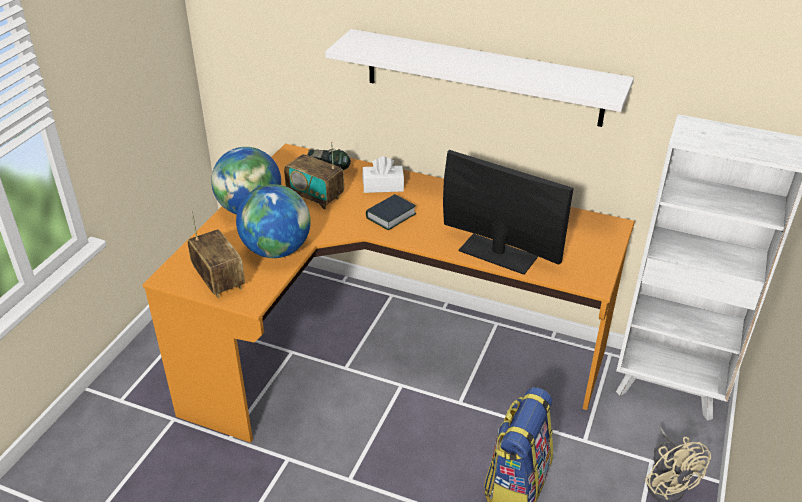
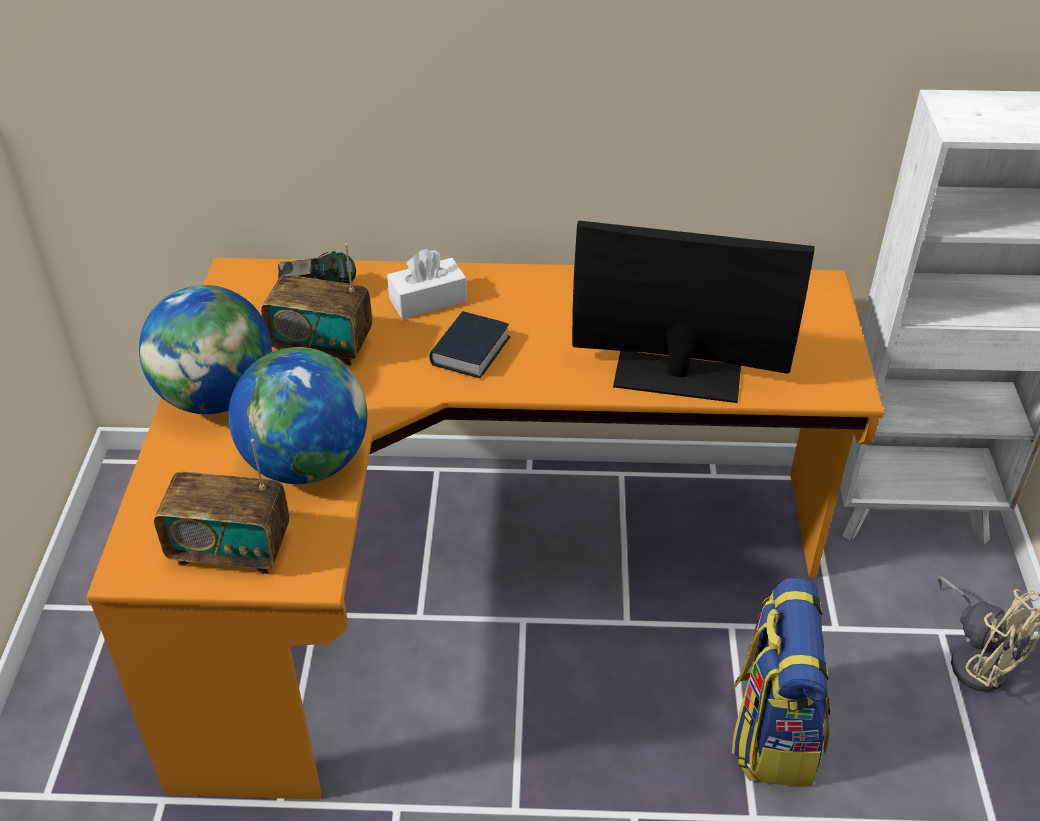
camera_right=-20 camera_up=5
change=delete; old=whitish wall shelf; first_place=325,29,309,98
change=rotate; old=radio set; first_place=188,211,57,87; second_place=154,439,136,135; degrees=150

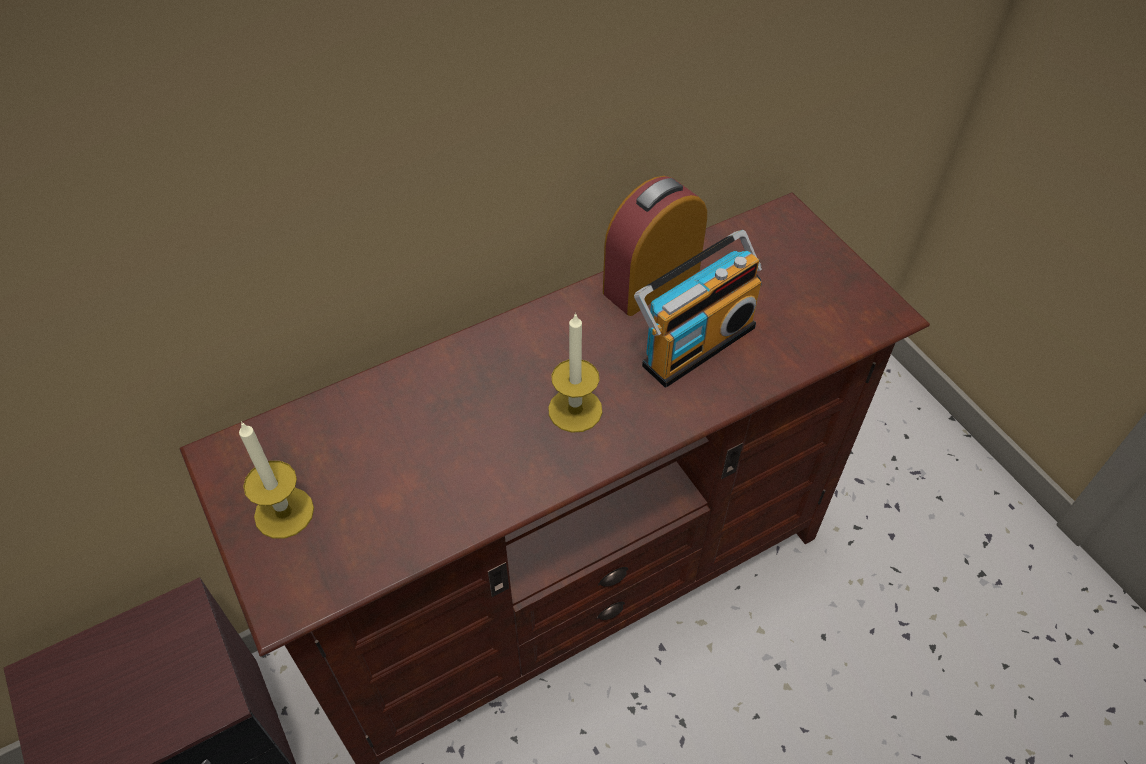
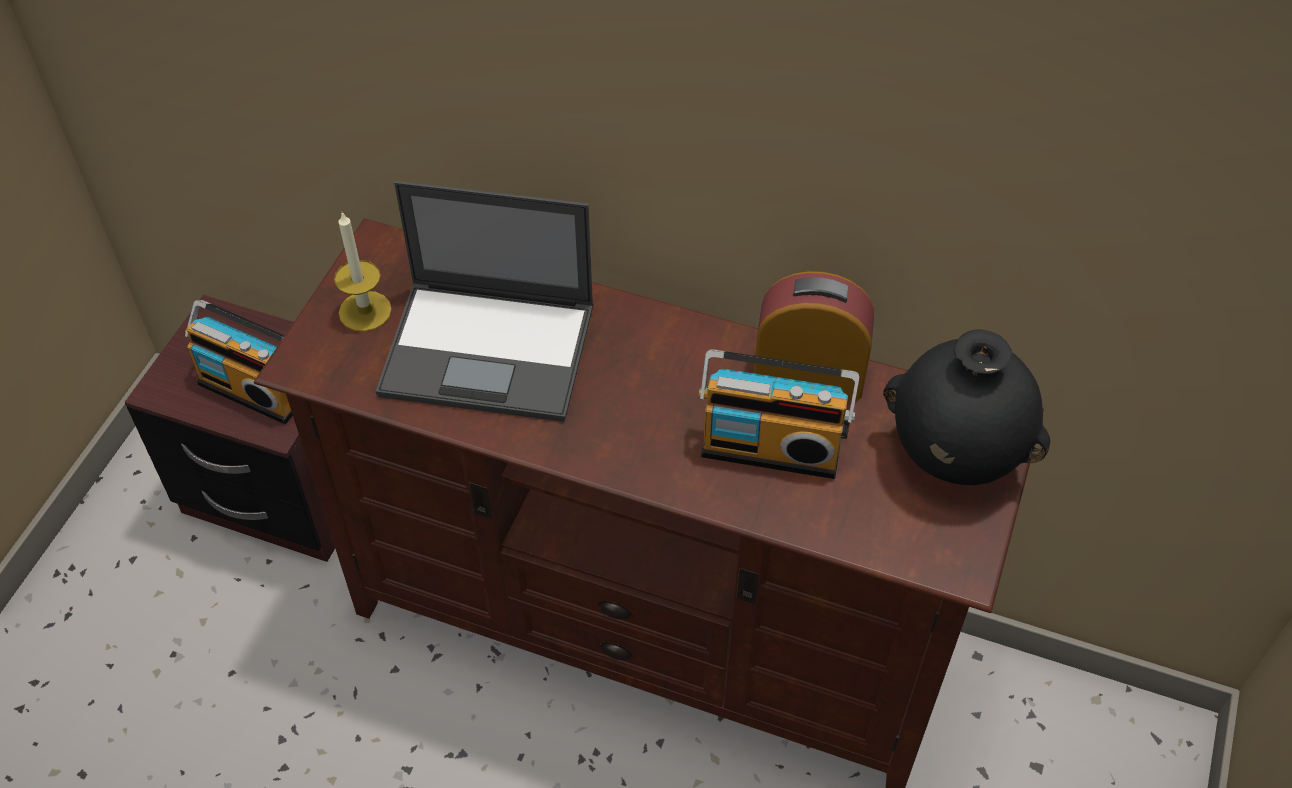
camera_right=50 camera_up=0
change=delete; old=wax light; first_place=548,313,54,120
change=insert; new=radio set; second_place=185,300,108,124
change=insert; new=laptop; second_place=376,181,218,241
change=insert; new=black vase; second_place=883,329,167,156

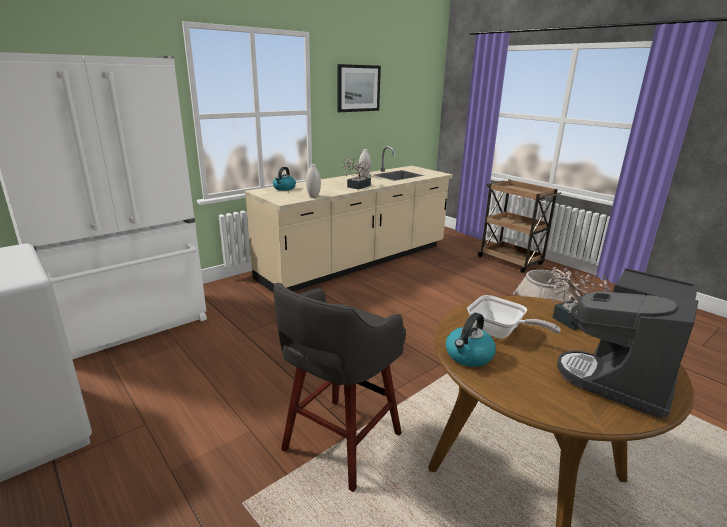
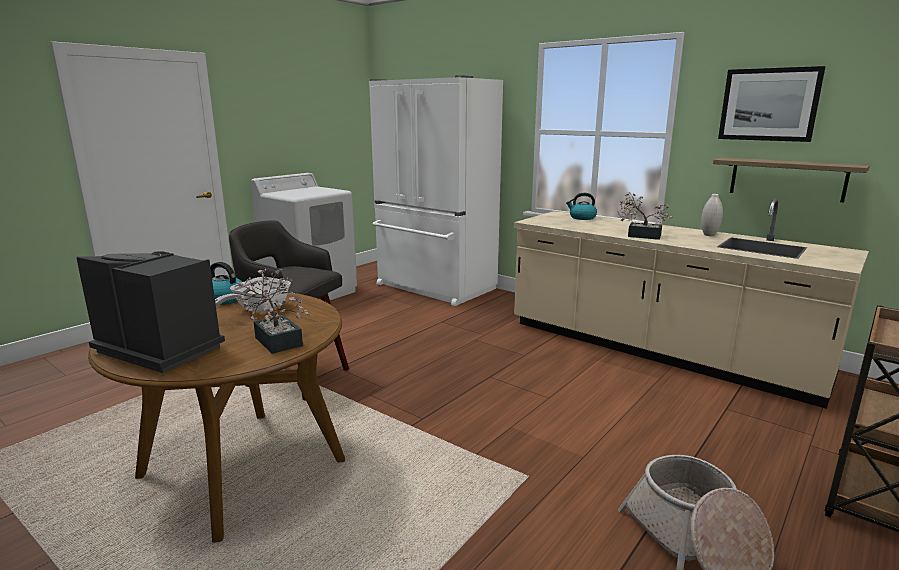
camera_right=80 camera_up=-5
change=delete; old=whitish vase; first_place=306,164,15,34
change=insert; new=wall shelf; second_place=713,158,157,44

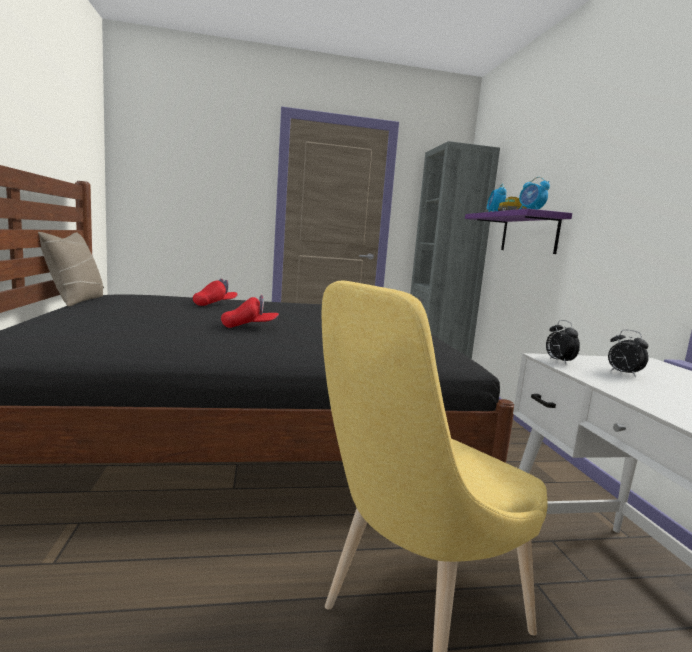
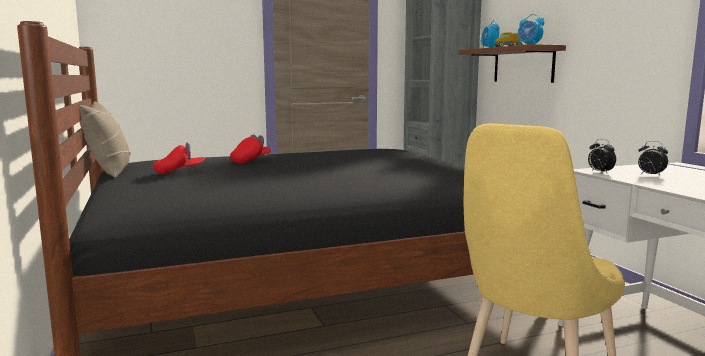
camera_right=-10 camera_up=0
change=move; old=red-coloured baseball cap; first_place=221,295,58,33; second_place=153,143,52,31
change=recolor; old=purple-coloured wall shelf; new=brown-coloured wall shelf; first_place=465,209,107,45; second_place=459,44,107,39

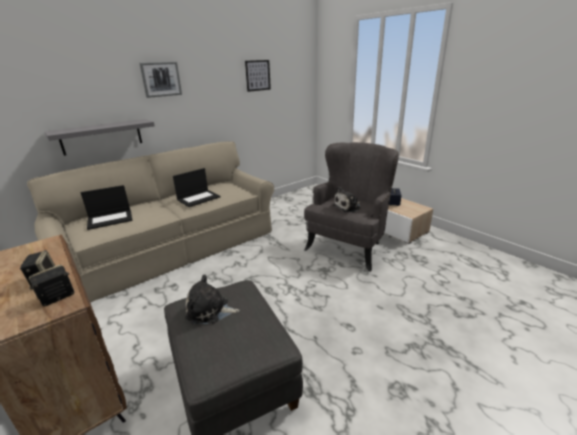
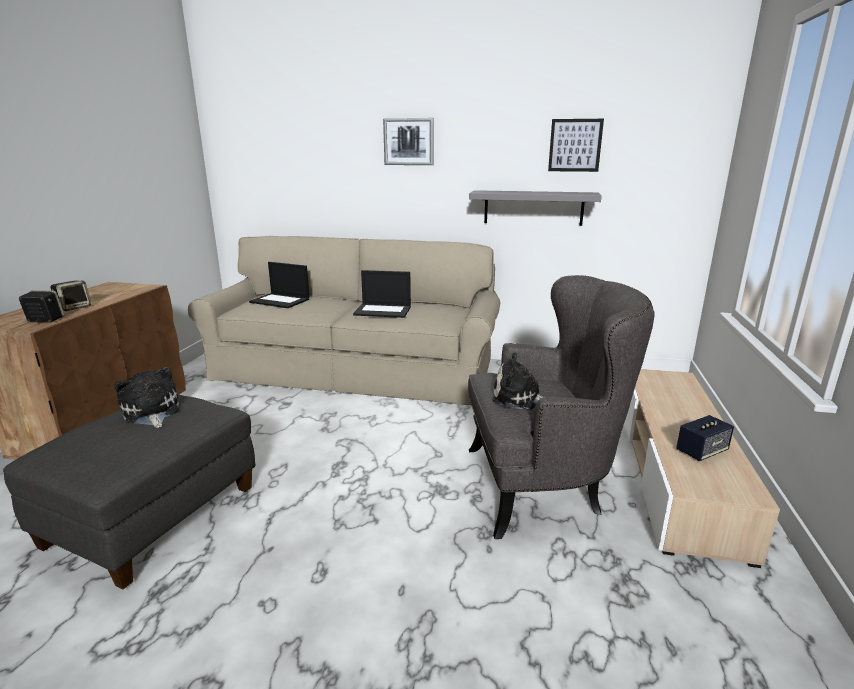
camera_right=50 camera_up=-5
change=move; old=gray wall shelf; first_place=44,119,111,37; second_place=469,190,133,36

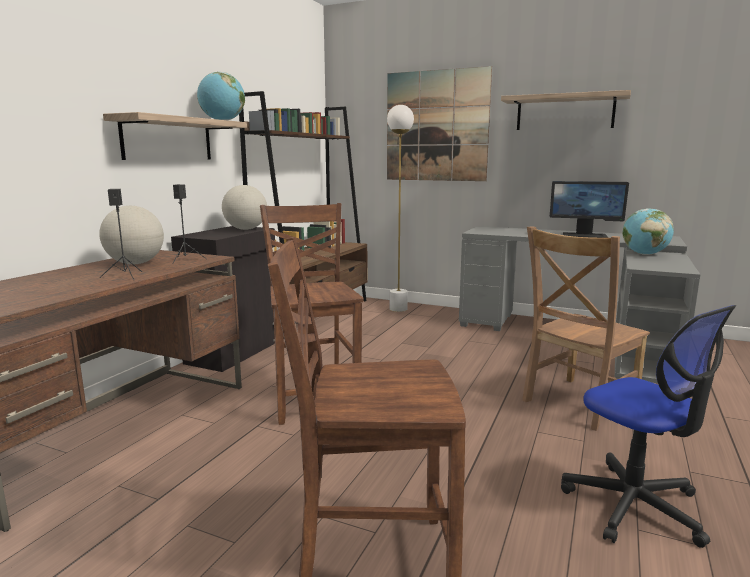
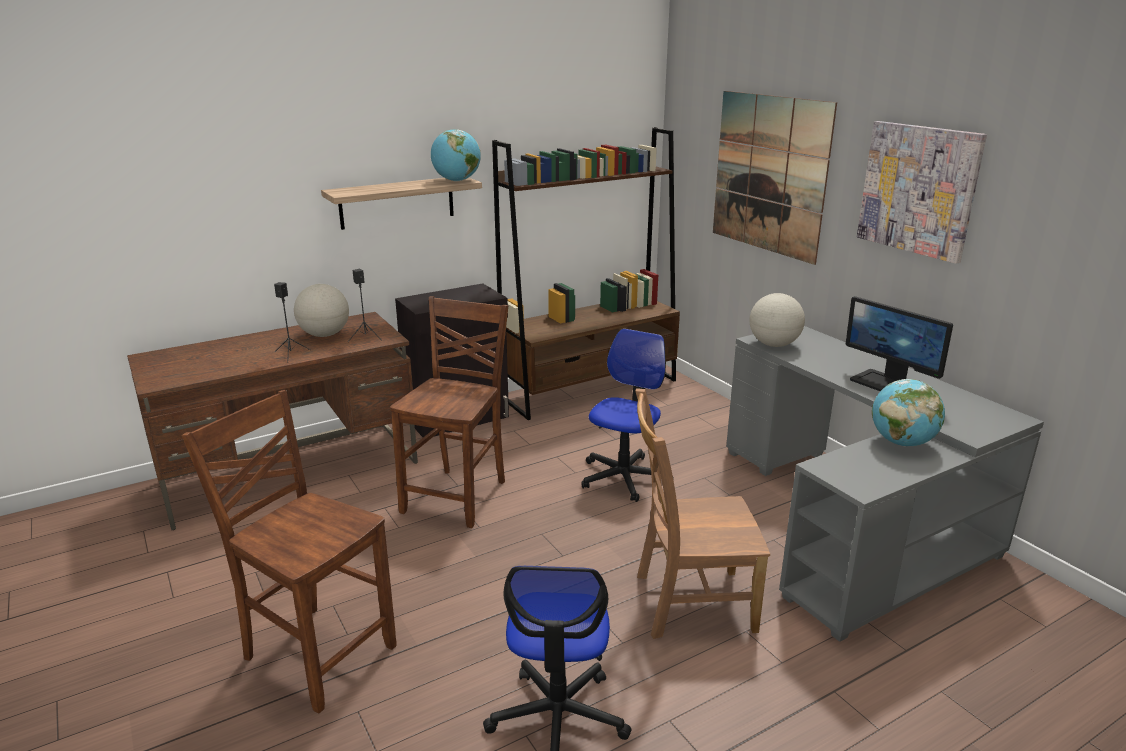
camera_right=35 camera_up=10
change=delete; old=whitish standard lamp; first_place=387,105,27,207
change=insert; new=desk chair; second_place=581,329,93,173
change=move; old=world globe; first_place=222,185,45,45; second_place=750,293,55,54
change=replace; old=wall shelf; new=wall picture; first_place=501,90,130,40; second_place=857,121,130,143

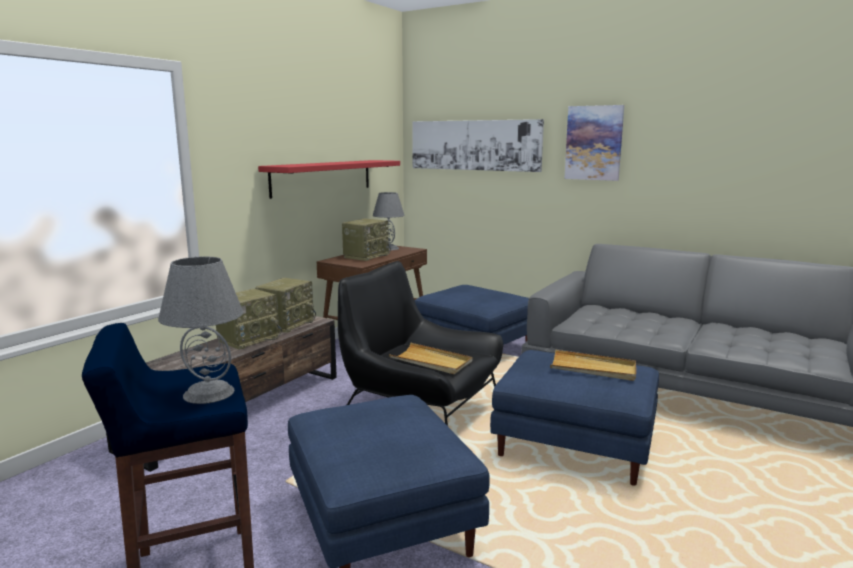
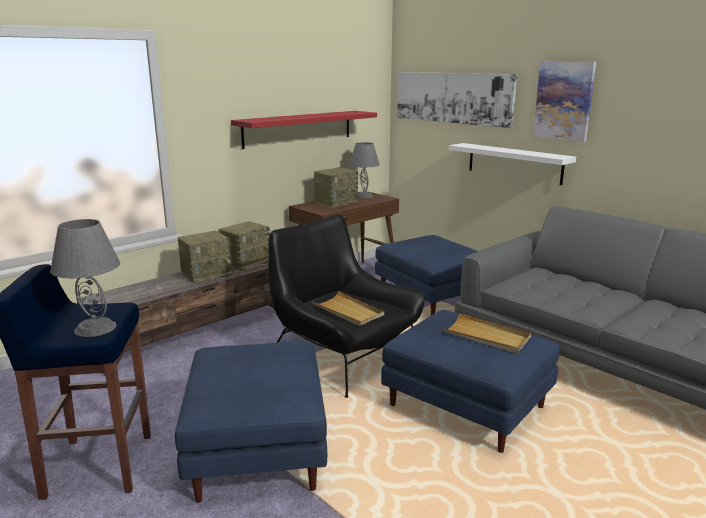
camera_right=15 camera_up=5
change=insert; new=whitish wall shelf; second_place=449,143,127,42

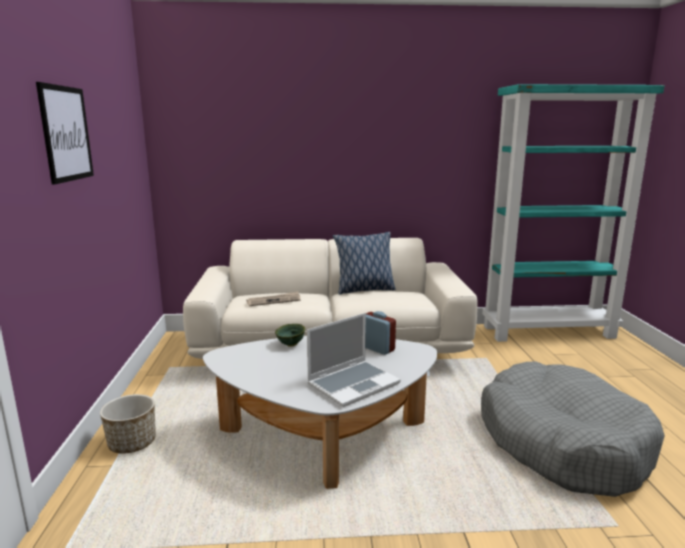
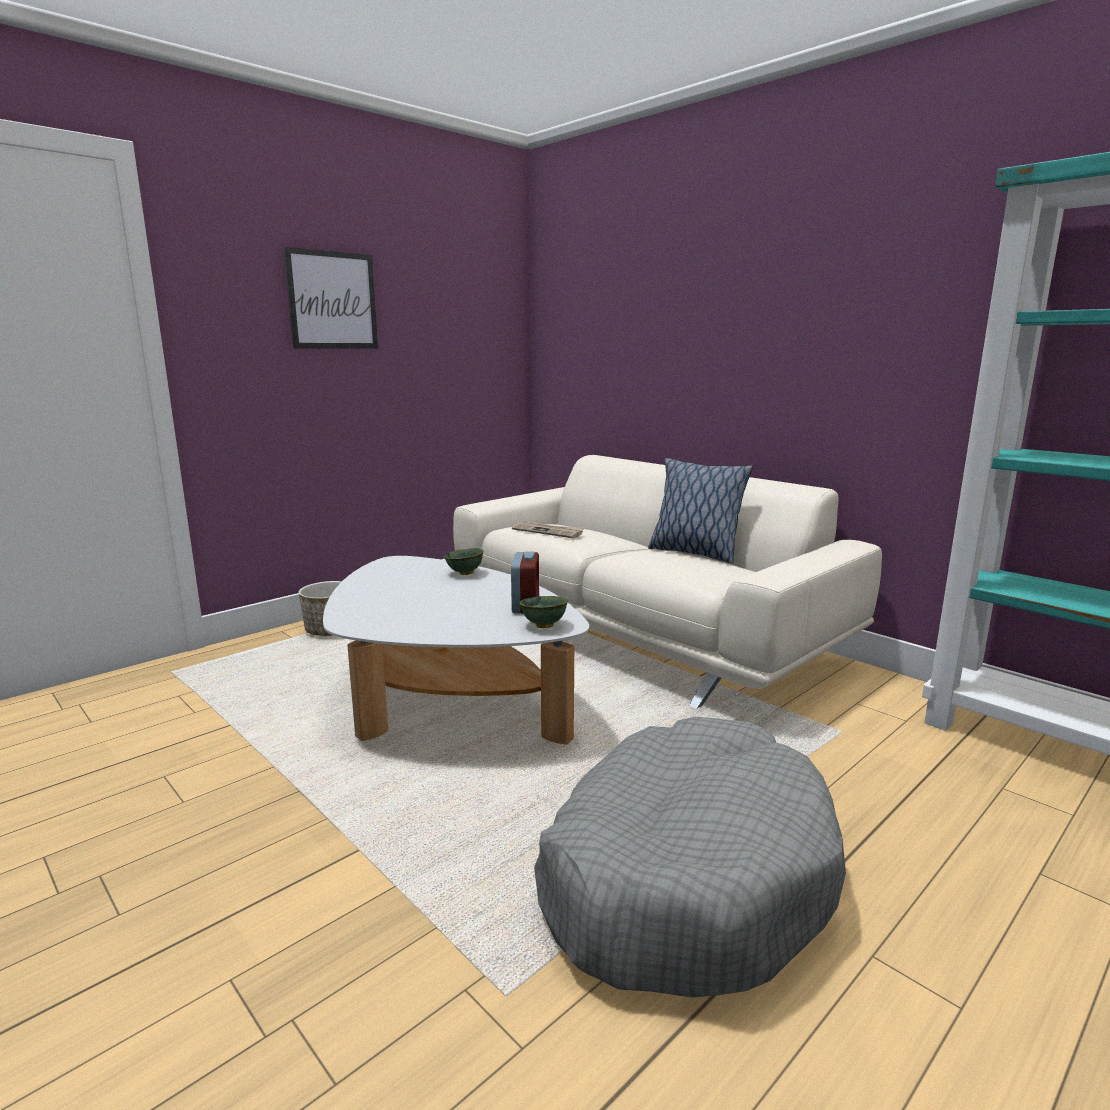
camera_right=50 camera_up=0
change=delete; old=laptop; first_place=307,313,94,94
change=insert; new=green serving bowl; second_place=519,596,49,32

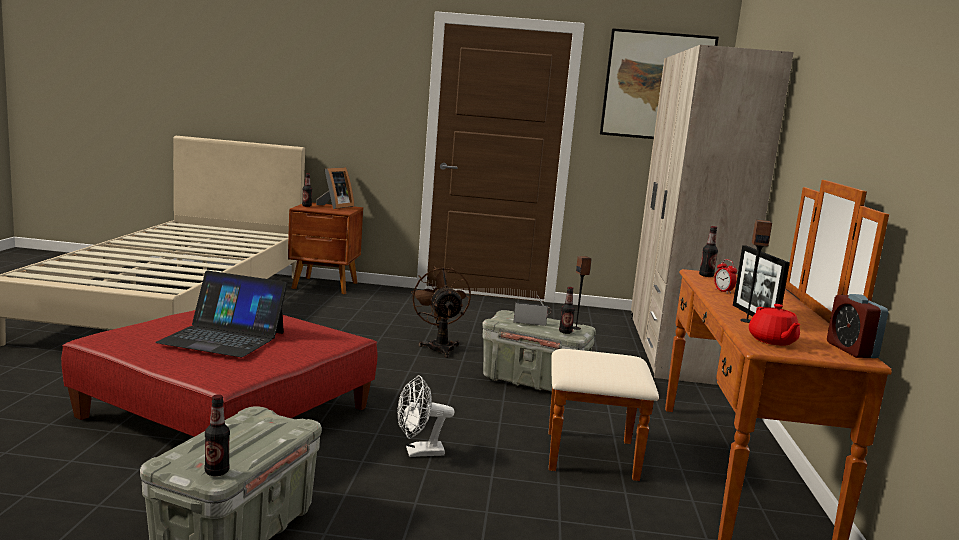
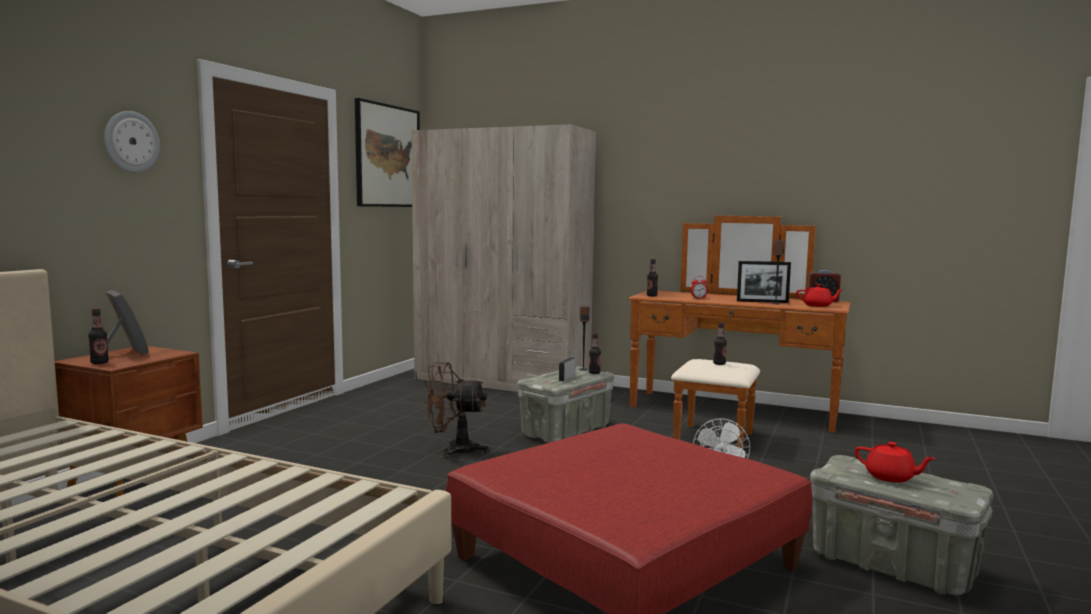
camera_right=-70 camera_up=-5
change=delete; old=laptop; first_place=155,270,132,87
change=insert; new=wall clock; second_place=104,111,56,61
change=insert; new=red-coloured tea pot; second_place=855,442,81,41
change=move; old=drink bottle; first_place=205,394,25,82; second_place=713,322,14,43

